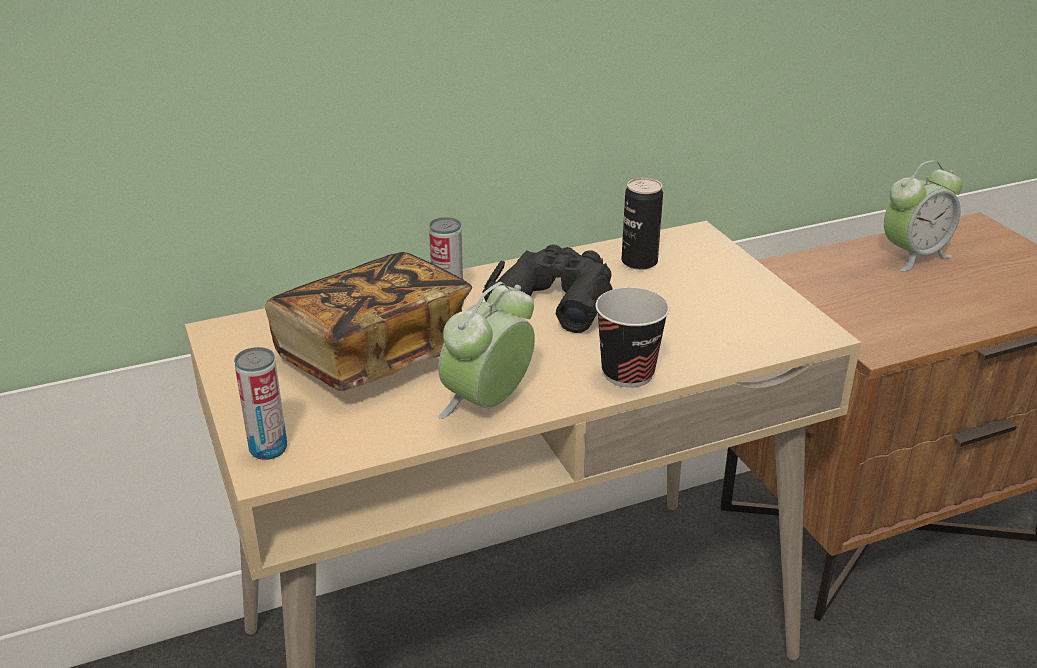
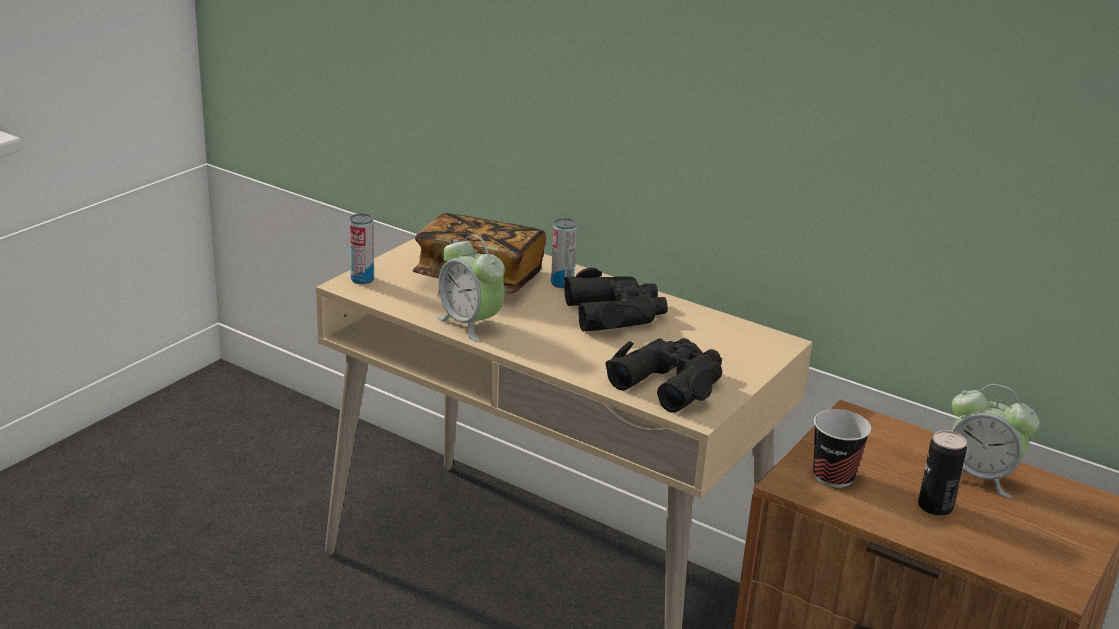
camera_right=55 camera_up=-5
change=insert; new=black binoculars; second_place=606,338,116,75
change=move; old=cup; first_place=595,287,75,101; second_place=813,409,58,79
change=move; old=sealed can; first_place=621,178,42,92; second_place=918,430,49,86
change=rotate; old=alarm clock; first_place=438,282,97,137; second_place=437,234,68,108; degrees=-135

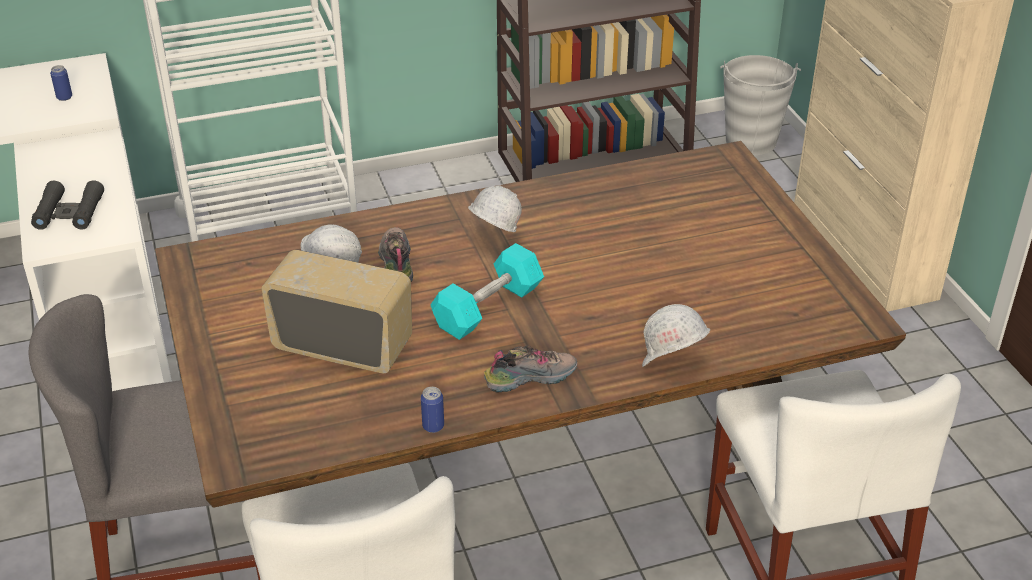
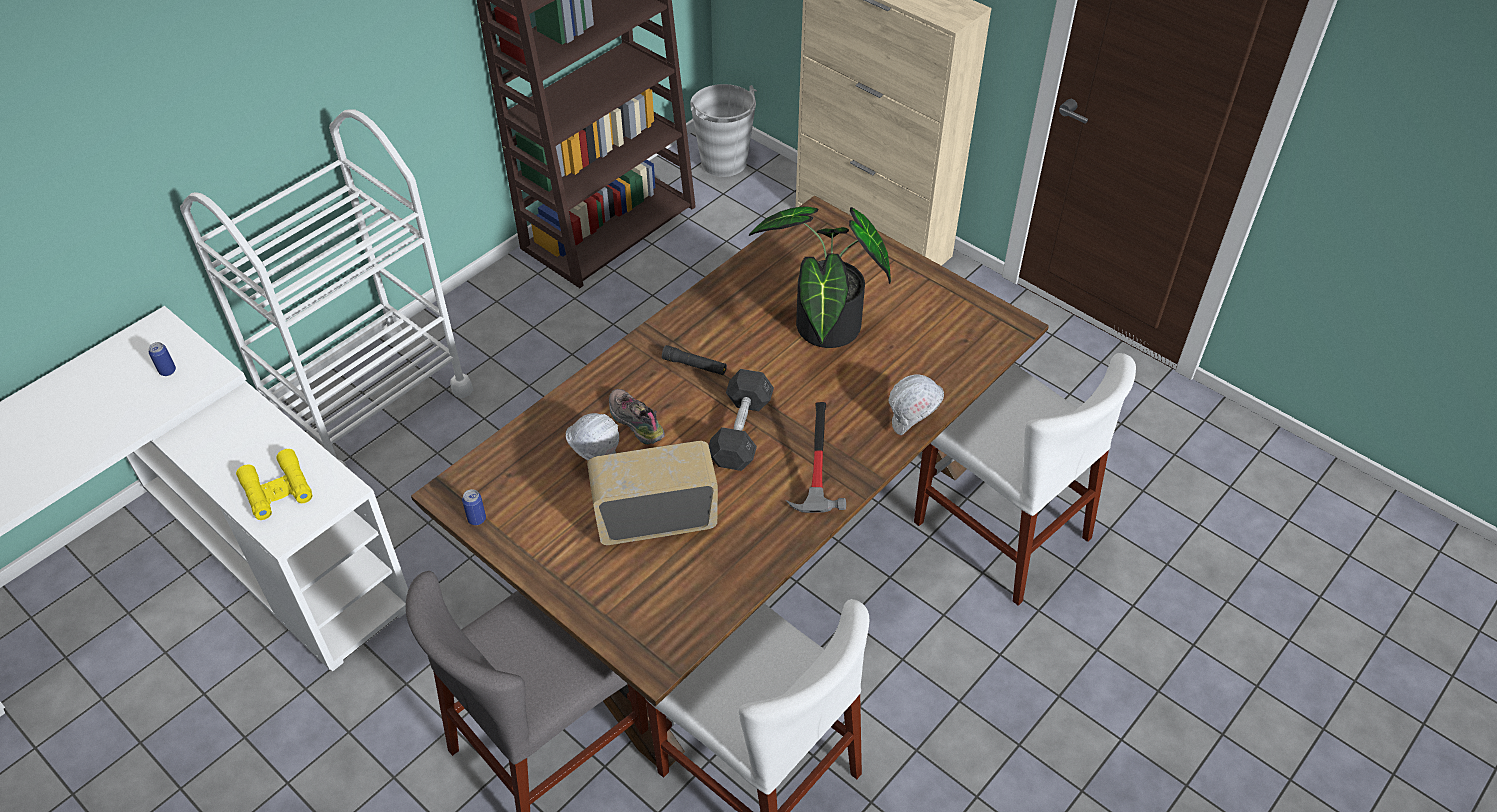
camera_right=-30 camera_up=10
change=insert; new=potted plant; second_place=749,206,142,142
change=move; old=sealed can; first_place=421,387,23,46; second_place=462,489,24,36
change=replace; old=whitish hard hat; new=black flashlight; first_place=468,185,54,47; second_place=662,345,65,30
change=replace; old=low shoe; new=hand hammer; first_place=484,345,93,47; second_place=785,402,61,111
change=recolor; old=black binoculars; new=yellow binoculars; first_place=31,181,73,49; second_place=236,449,77,71
change=recolor; old=turquoise hand weight; new=gray hand weight; first_place=430,243,114,97; second_place=709,369,65,102

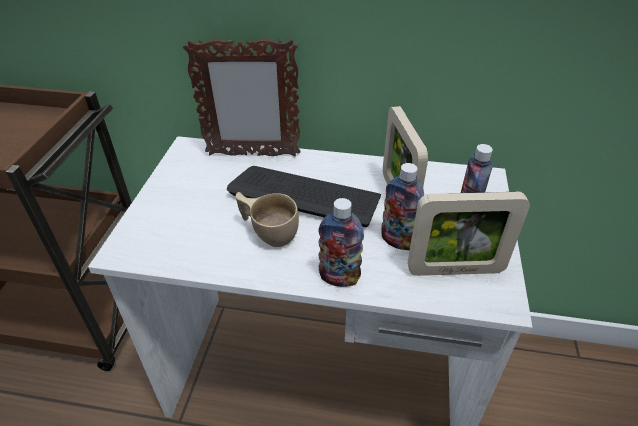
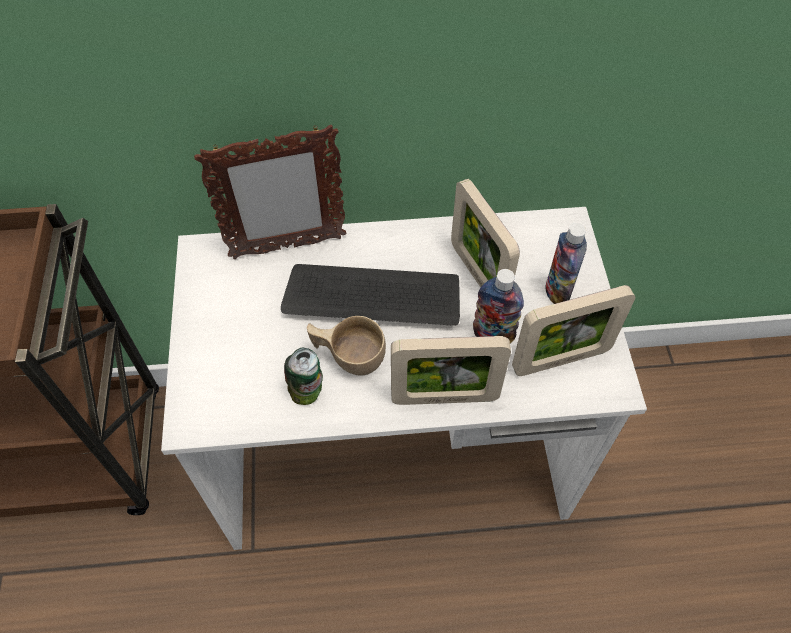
camera_right=-15 camera_up=15
change=insert; new=sealed can; second_place=284,348,39,57
change=replace; old=drink bottle; new=standing frame; first_place=318,198,46,89; second_place=391,336,120,69

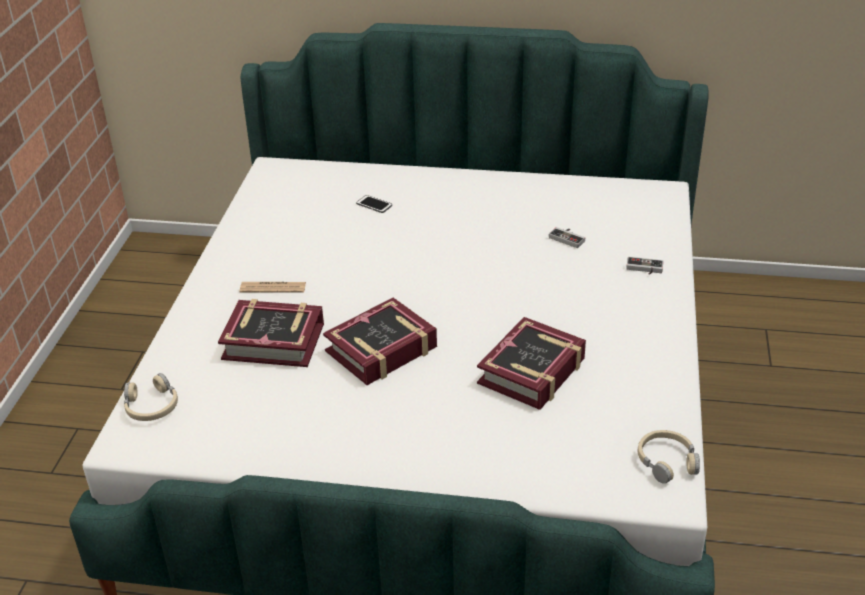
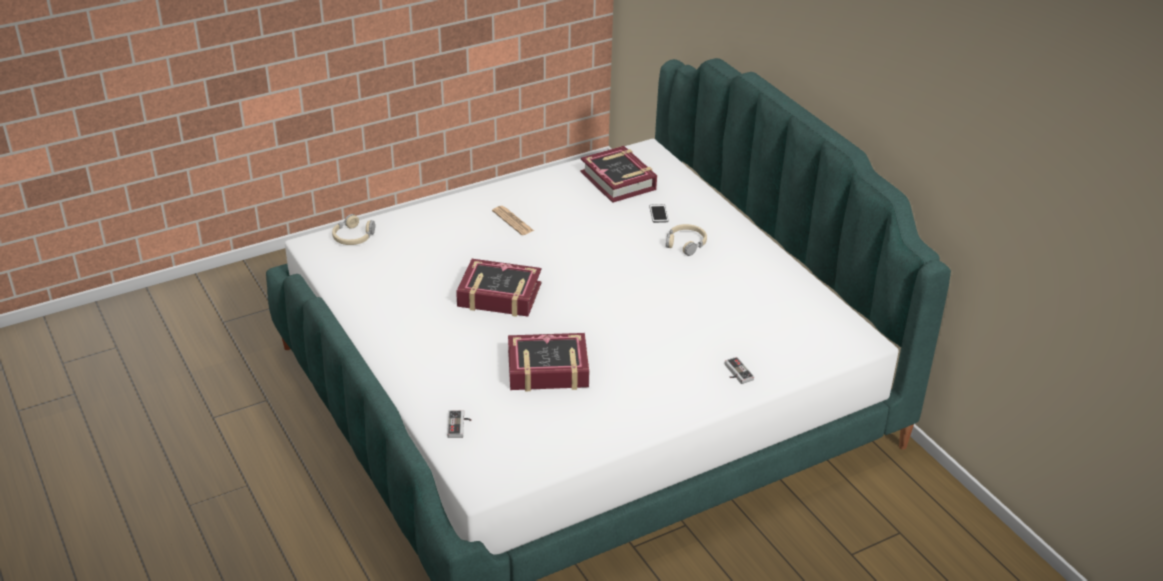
camera_right=50 camera_up=0
change=move; old=bound book; first_place=218,299,106,68; second_place=581,146,76,57
change=move; old=game controller; first_place=549,227,36,21; second_place=447,410,24,28
change=move; old=beige-coloured pair of headphones; first_place=638,430,62,54; second_place=666,224,41,32

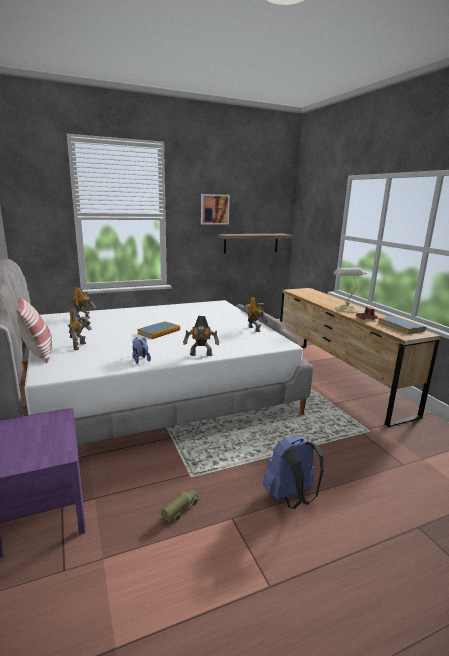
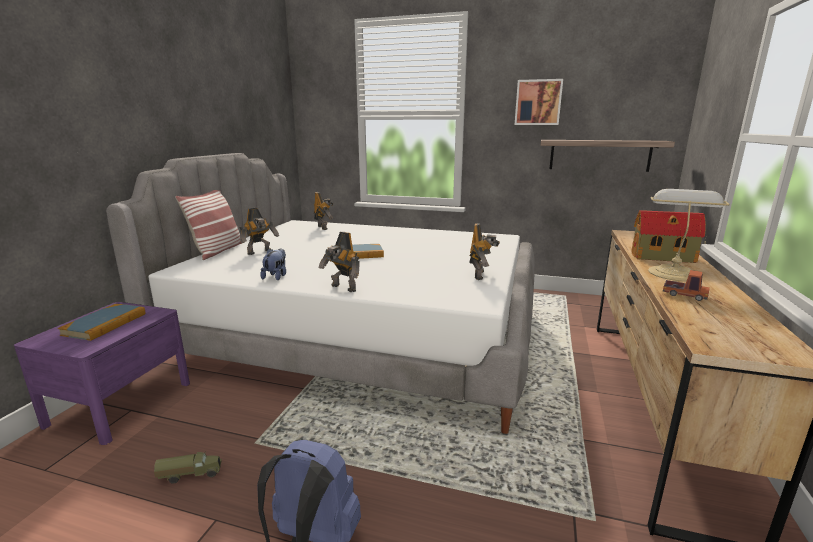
camera_right=40 camera_up=0
change=insert; new=toy house; second_place=632,210,74,53
change=move; old=bound book; first_place=378,316,48,18; second_place=58,304,88,37

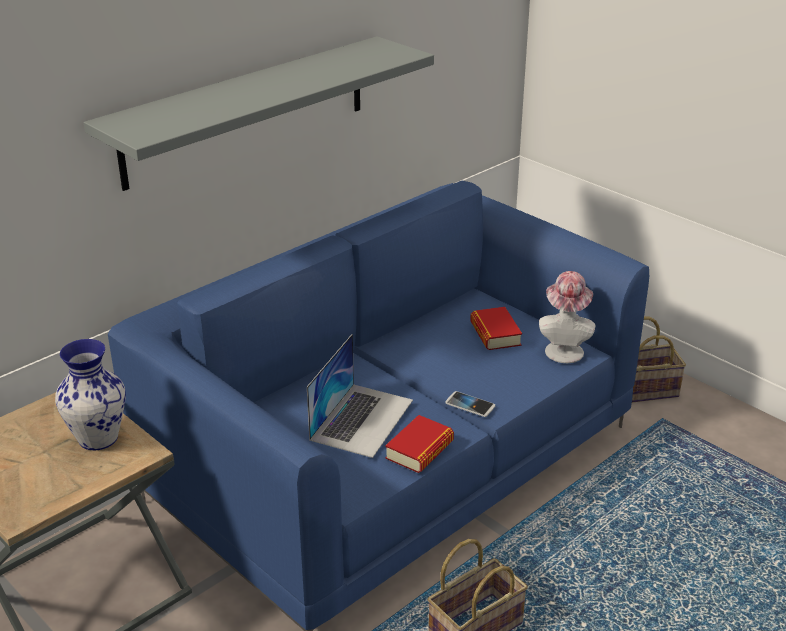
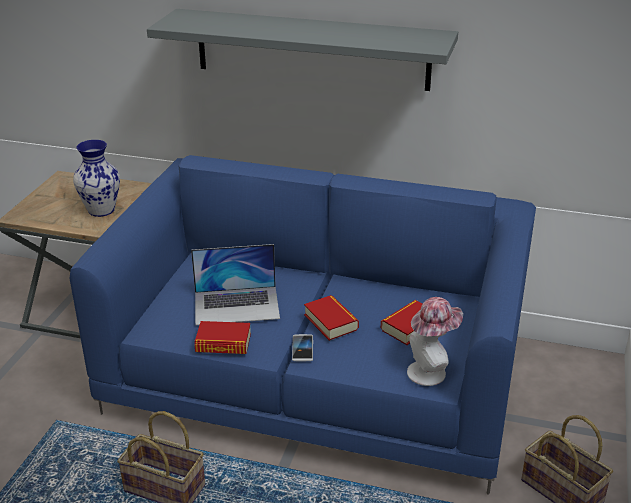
camera_right=60 camera_up=0
change=insert; new=bound book; second_place=304,295,55,46

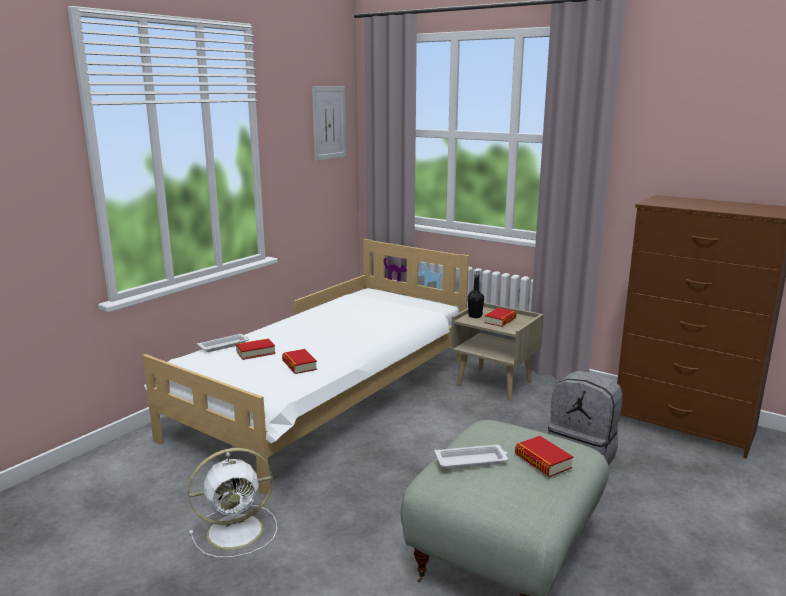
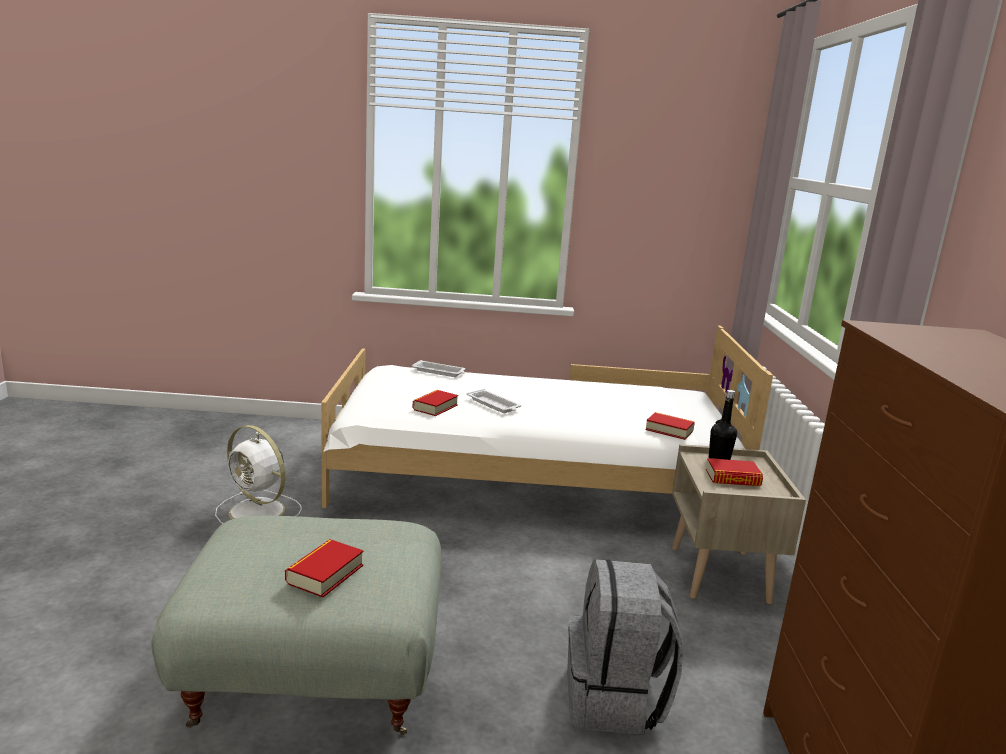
camera_right=55 camera_up=0
change=delete; old=wall picture; first_place=312,87,34,74
change=move; old=bound book; first_place=236,338,39,22; second_place=645,412,49,28
change=move; old=whitish tray; first_place=434,445,74,24; second_place=467,389,54,24

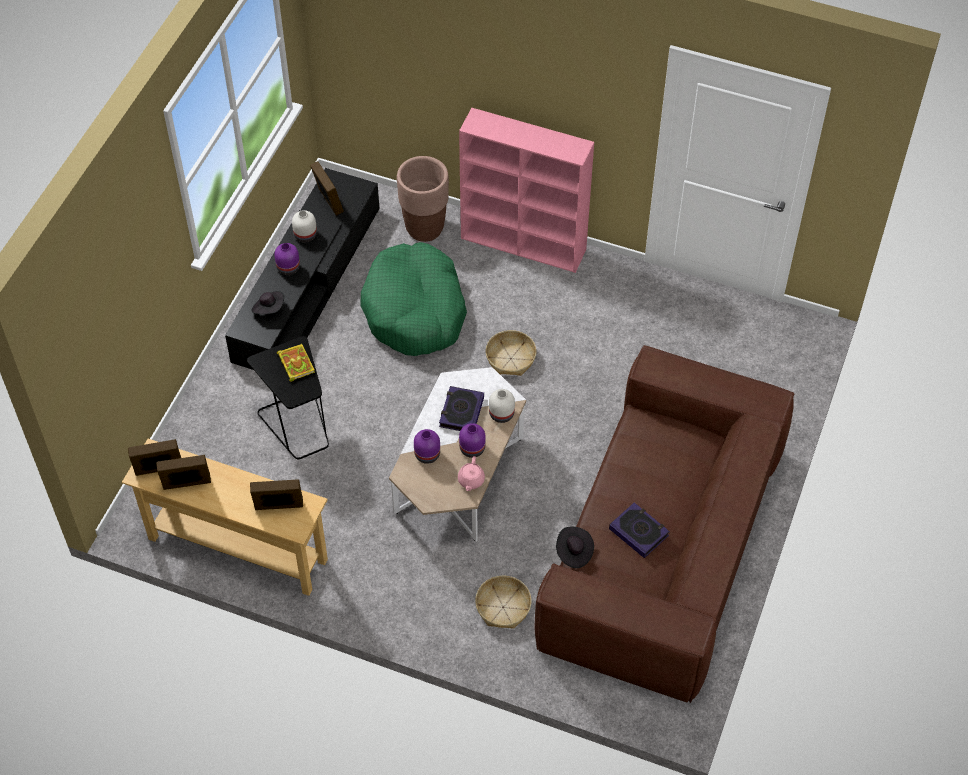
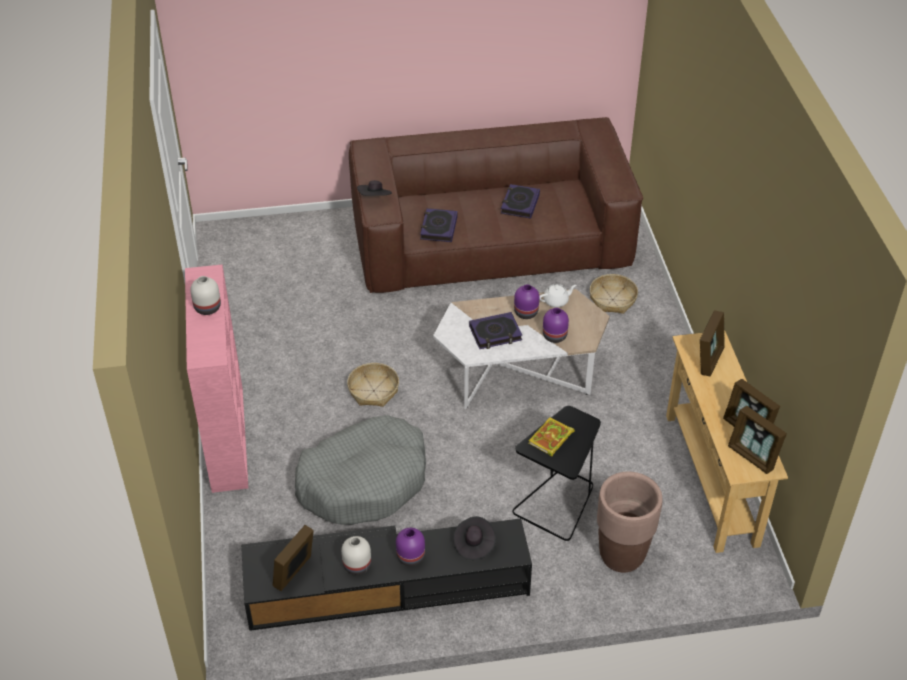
camera_right=-120 camera_up=-10
change=insert; new=bound book; second_place=420,208,38,34
change=move; old=brown-coloured plant pot; first_place=397,156,52,86; second_place=597,472,66,100
change=move; old=whitish vase; first_place=489,389,26,34; second_place=190,276,31,39
change=move; old=black hat; first_place=556,527,38,41; second_place=357,180,35,16
change=recolor; old=green dog cushion; new=gray dog cushion; first_place=361,242,106,114; second_place=295,415,131,110
change=recolor; old=pinkish tea pot; new=whitish tea pot; first_place=458,456,27,35; second_place=539,284,37,24
change=rotate; old=standing frame; first_place=250,479,53,31; second_place=700,311,25,65; degrees=-120

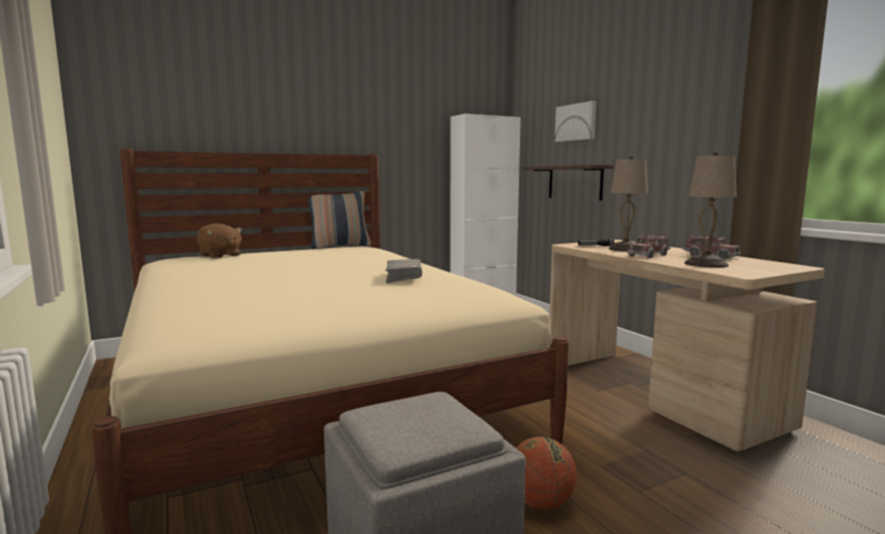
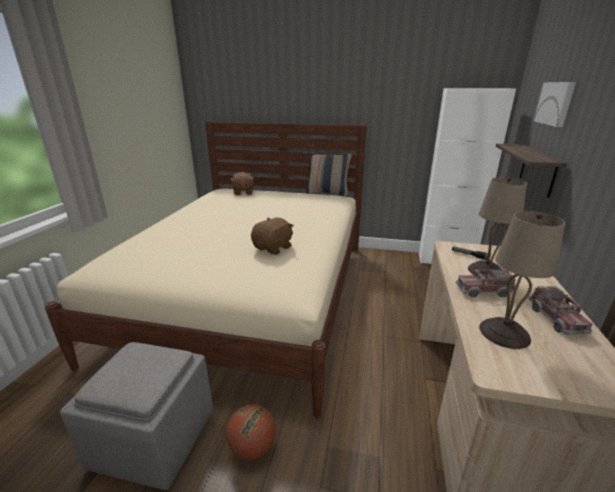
camera_right=40 camera_up=15
change=replace; old=gray bound book; new=brown-coloured soft toy; first_place=385,259,37,24; second_place=251,217,43,38

